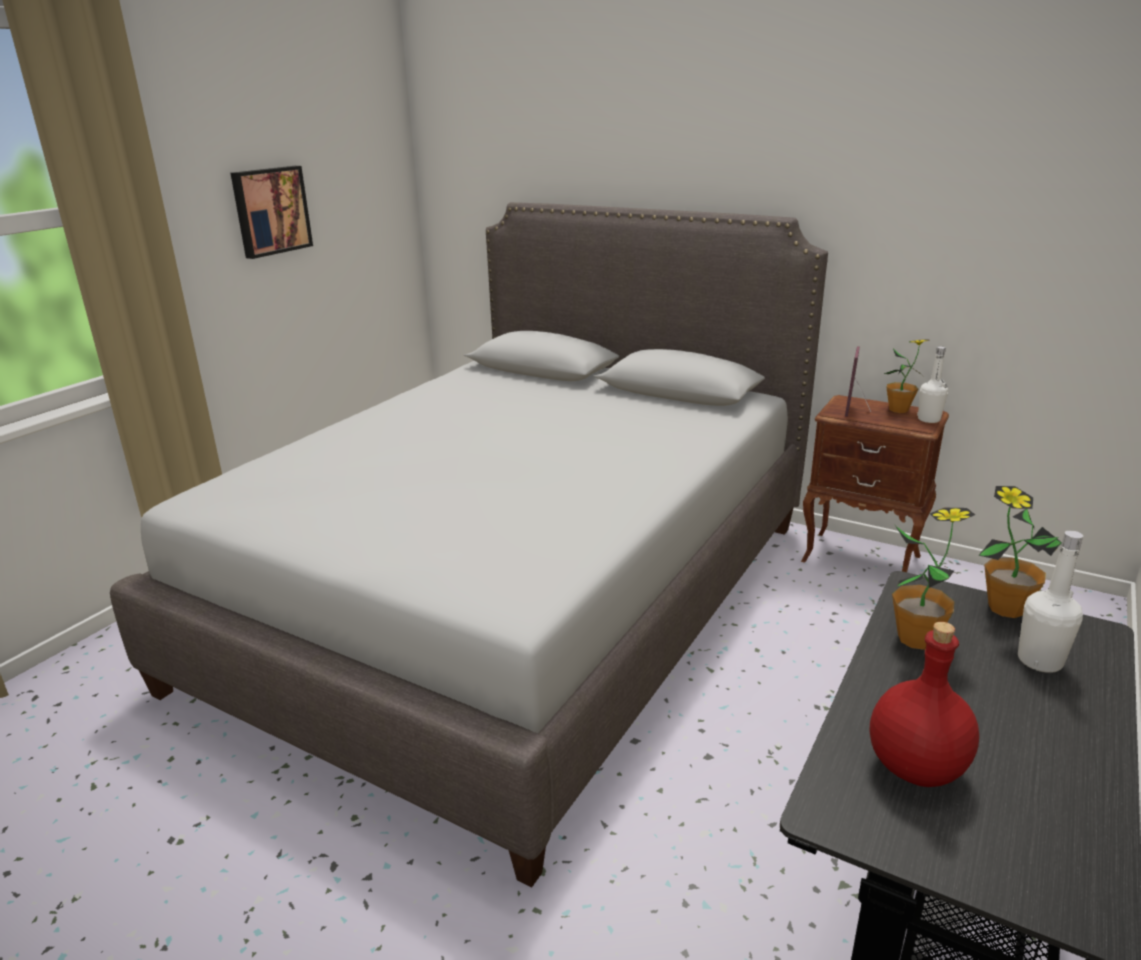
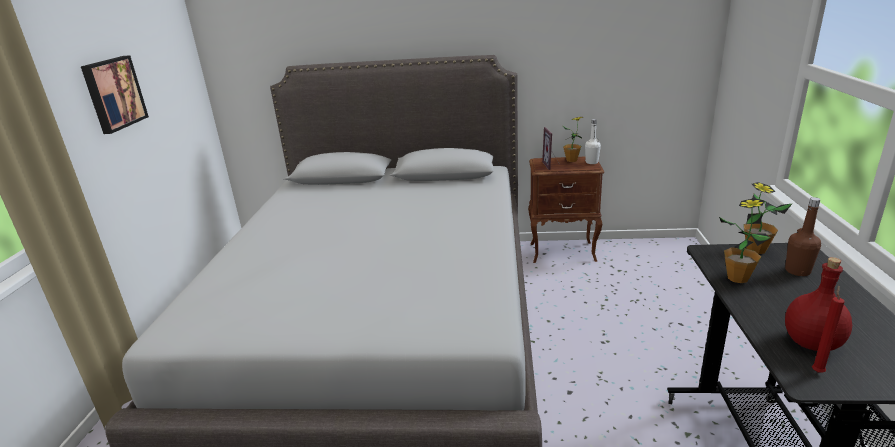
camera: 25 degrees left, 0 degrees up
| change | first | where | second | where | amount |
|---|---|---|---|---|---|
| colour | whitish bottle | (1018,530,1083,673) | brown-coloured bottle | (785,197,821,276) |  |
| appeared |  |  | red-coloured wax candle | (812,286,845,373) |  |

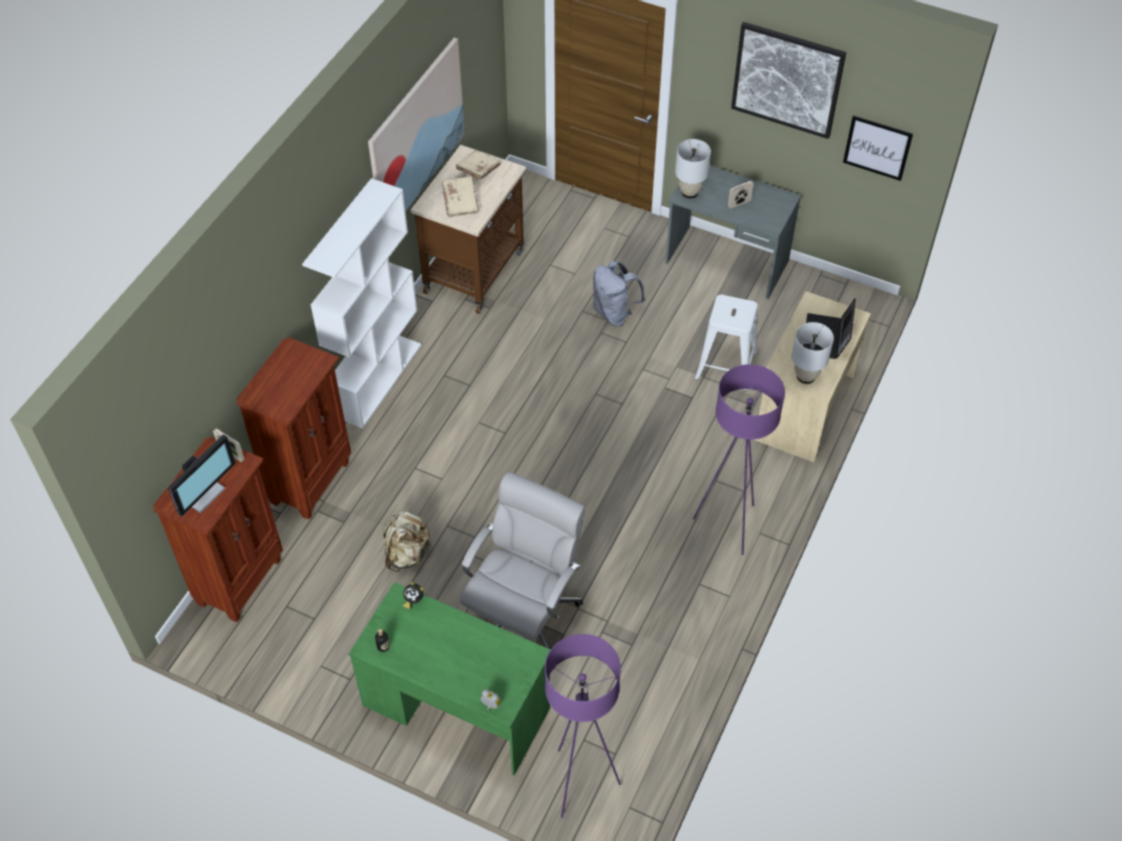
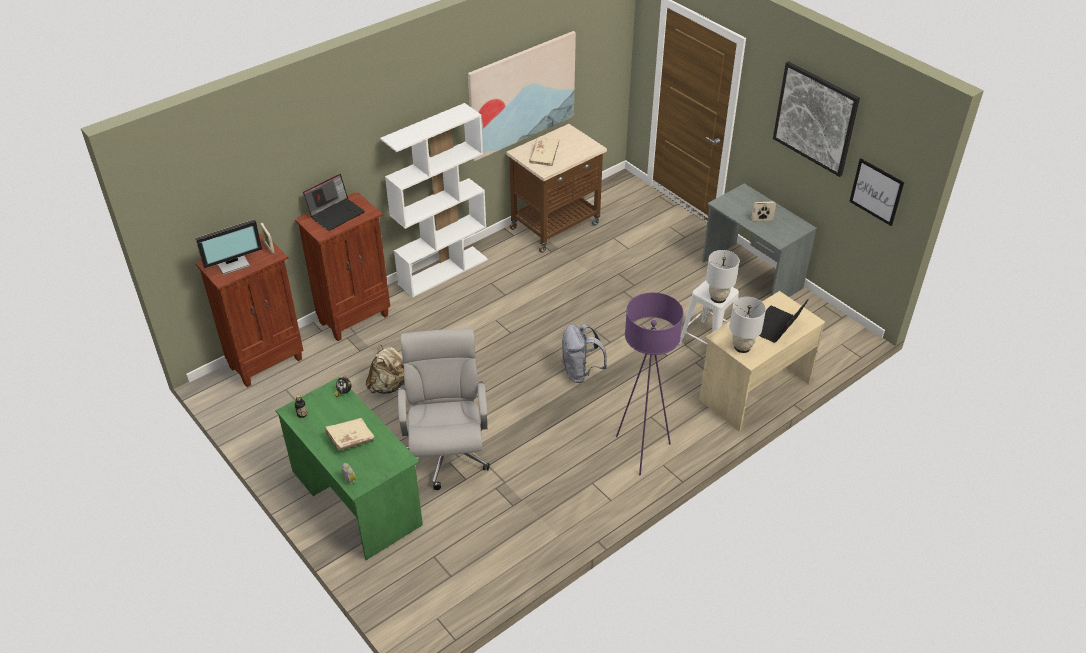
camera: 25 degrees right, 10 degrees down
| change | first | where | second | where | amount |
|---|---|---|---|---|---|
| relocated | whitish lamp for a table | (675,139,711,198) |  | (706,250,739,303) |  |
| relocated | beige bound book | (455,150,501,180) |  | (325,418,374,451) |  |
| relocated | greyish backpack | (593,261,645,326) |  | (562,324,607,383) |  |
| spun | greyish desk chair | (460,472,585,650) |  | (398,328,489,490) | 60 degrees counterclockwise |
| missing | purplish standard lamp | (545,634,621,818) |  |  |  |
| appeared |  |  | notebook computer | (303,174,365,231) |  |

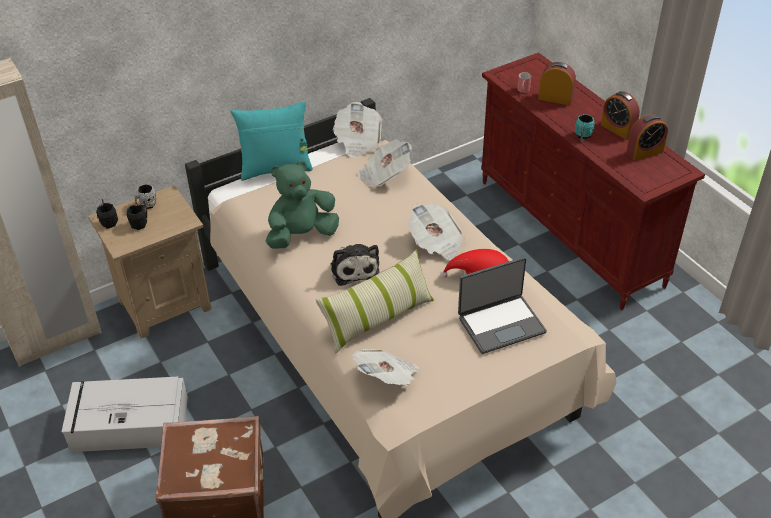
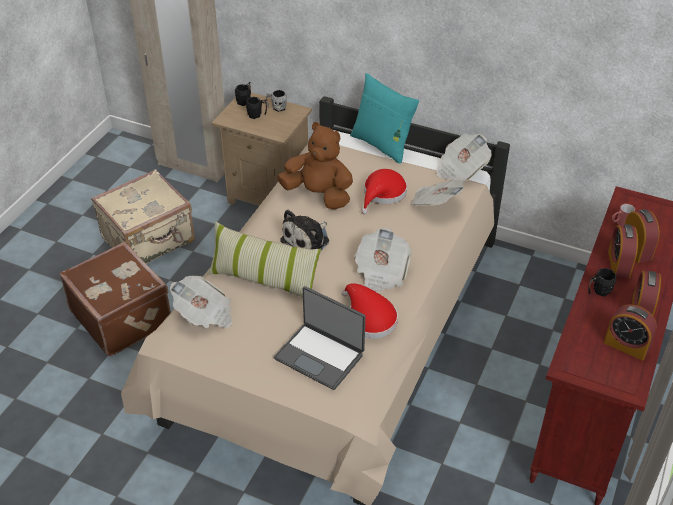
camera: 55 degrees right, 0 degrees up
| change | first | where | second | where | amount |
|---|---|---|---|---|---|
| colour | blue-green mug | (575,114,595,142) | blackish mug | (588,268,616,297) |  |
| colour | green-coloured cuddly toy | (266,161,339,248) | brown-coloured cuddly toy | (277,122,353,209) |  |
| exchanged | greyish storage bin | (62,377,188,452) | beige suitcase | (91,169,195,264) |  |
| appeared |  |  | red-coloured hat | (361,169,407,214) |  |
| appeared |  |  | bedside clock | (608,224,638,278) |  |

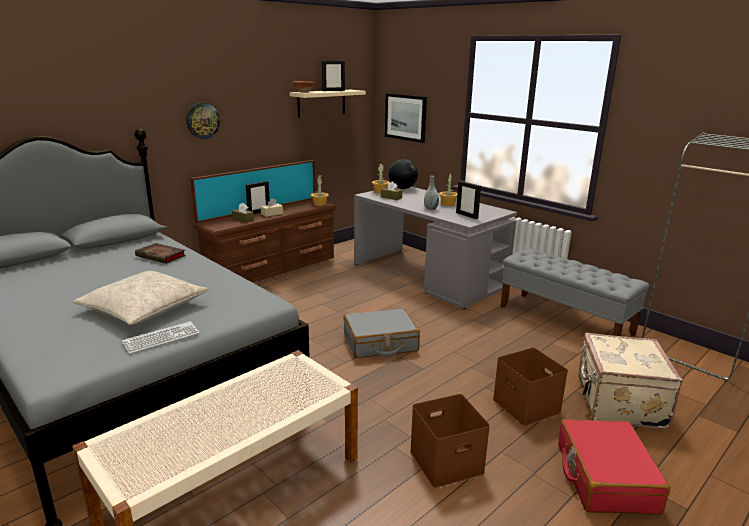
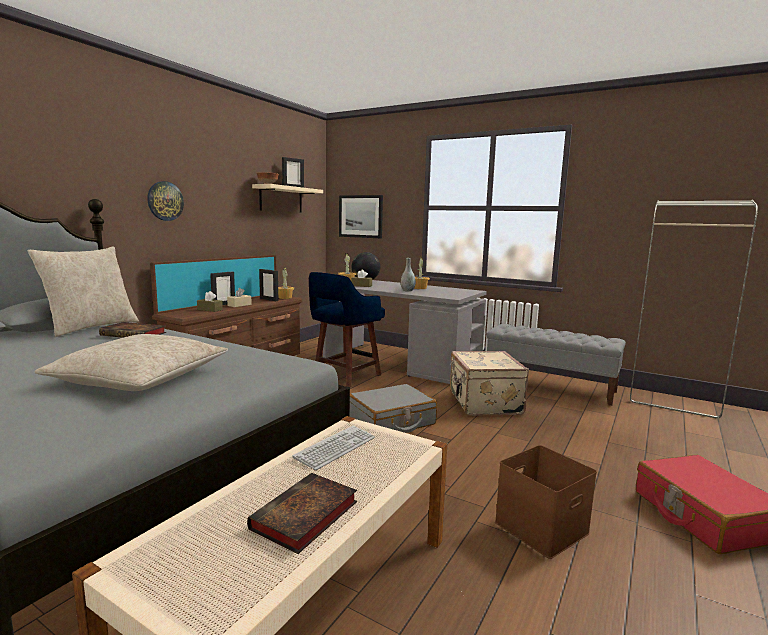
camera: 15 degrees left, 10 degrees down
| change | first | where | second | where | amount |
|---|---|---|---|---|---|
| relocated | standing frame | (456,181,481,219) |  | (259,269,278,301) |  |
| relocated | PC keyboard | (122,321,200,354) |  | (292,426,375,470) |  |
| relocated | beige suitcase | (578,333,683,429) |  | (450,351,529,416) |  |
| missing | brown-coloured storage bin | (493,348,568,426) |  |  |  |
| appeared |  |  | beige throw pillow | (28,247,139,337) |  |
| appeared |  |  | bluish stool seat | (309,272,385,387) |  |
| appeared |  |  | bound book | (247,473,357,554) |  |

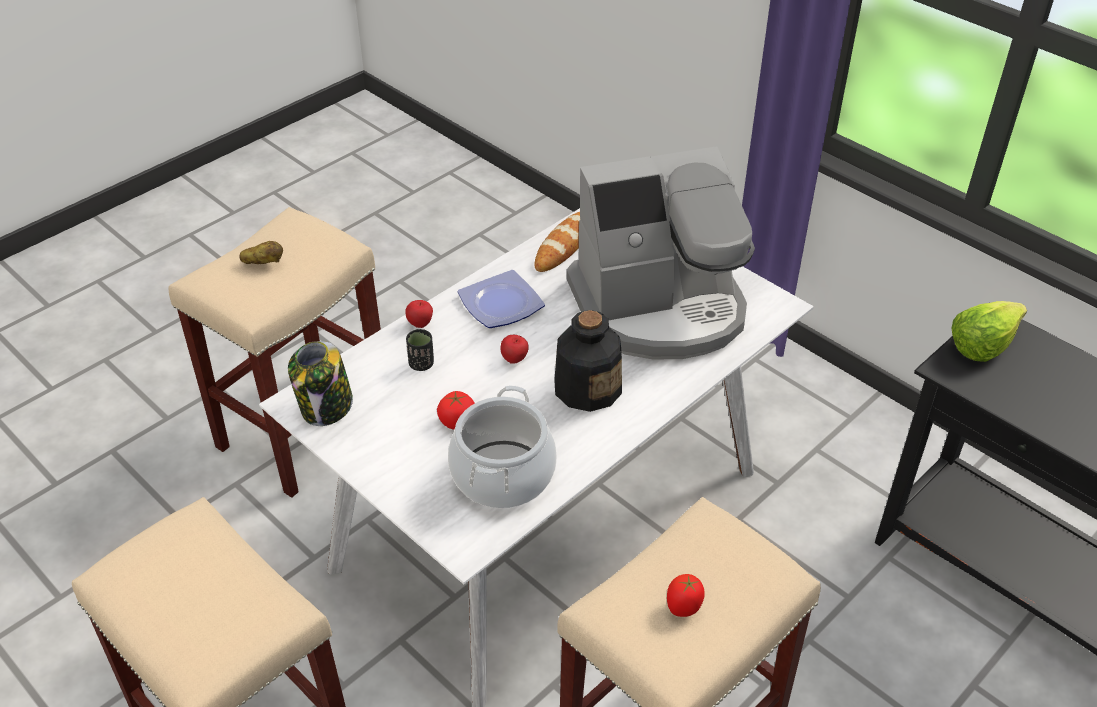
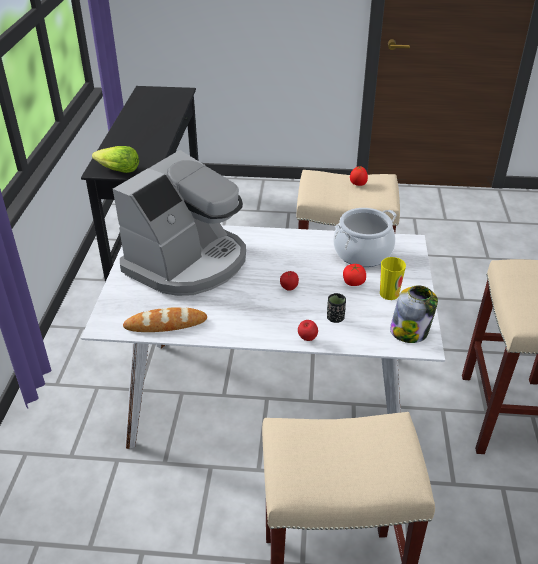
camera: 130 degrees left, 5 degrees down
| change | first | where | second | where | amount |
|---|---|---|---|---|---|
| spun | coffee brewer | (566,146,755,359) |  | (113,150,246,296) | 90 degrees clockwise |
| missing | whole potato | (239,241,283,264) |  |  |  |
| missing | plate | (458,270,545,328) |  |  |  |
| missing | bottle | (554,310,622,412) |  |  |  |
| appeared |  |  | cup | (380,257,406,300) |  |

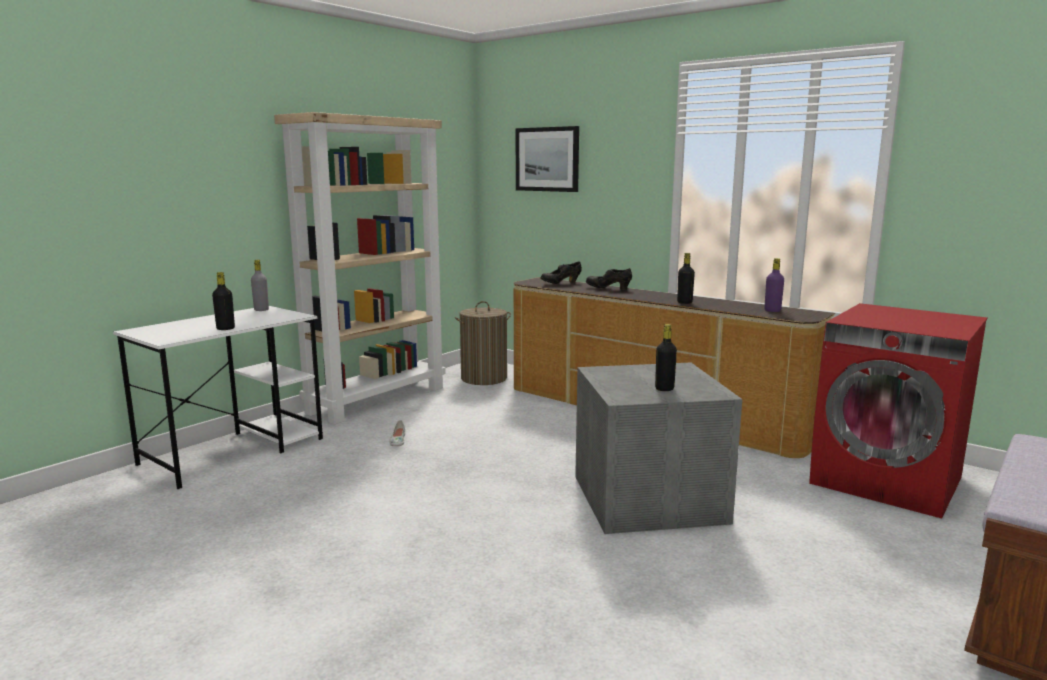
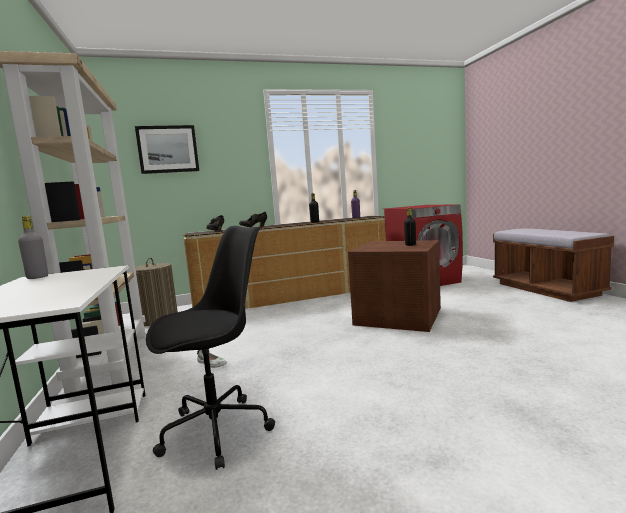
camera: 55 degrees left, 5 degrees down
| change | first | where | second | where | amount |
|---|---|---|---|---|---|
| missing | blackish bottle | (212,272,235,330) |  |  |  |
| colour | greyish storage bin | (575,362,742,534) | brown-coloured storage bin | (348,240,441,332) |  |
| appeared |  |  | blackish desk chair | (146,226,275,470) |  |

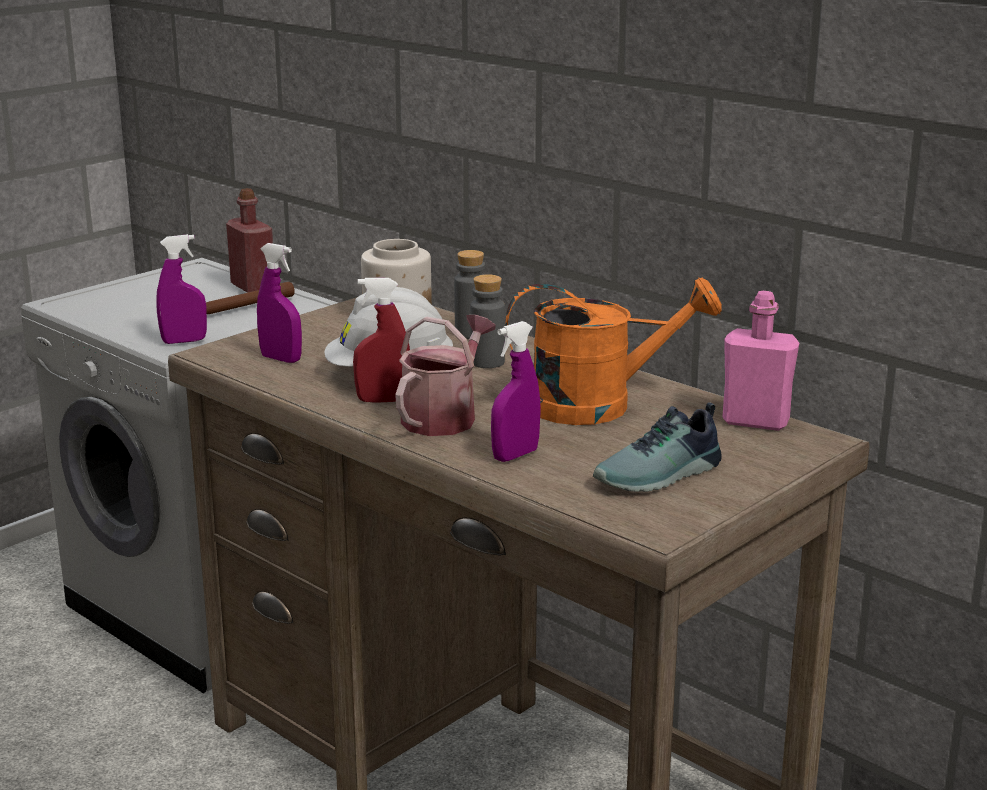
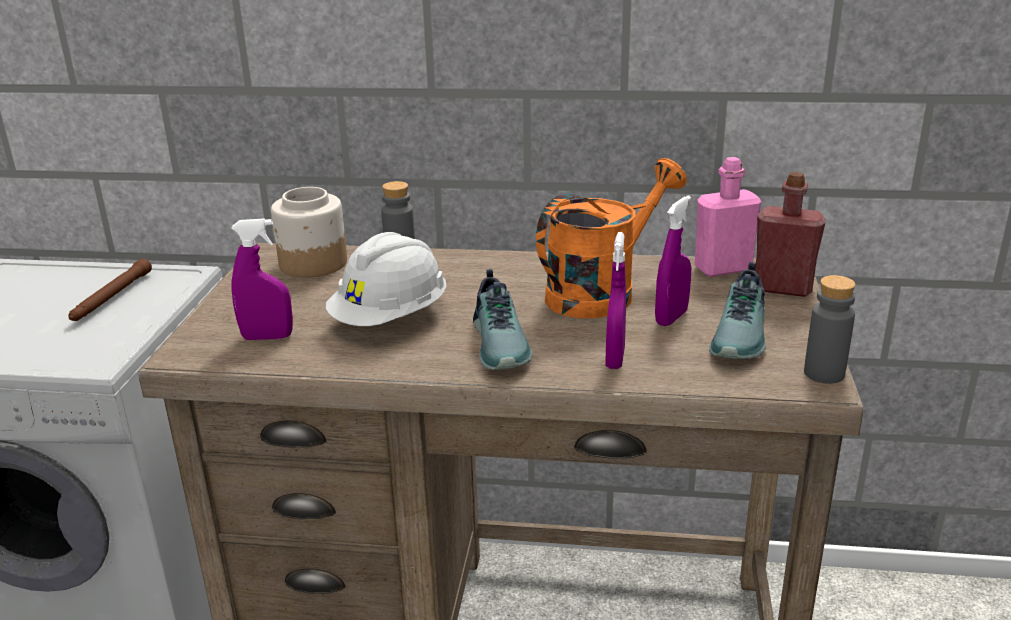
camera: 35 degrees left, 5 degrees up
| change | first | where | second | where | amount |
|---|---|---|---|---|---|
| relocated | red-coloured bottle | (226,188,273,293) |  | (755,172,826,297) |  |
| relocated | purplish spray bottle | (156,234,207,344) |  | (655,196,691,326) |  |
| relocated | greyish bottle | (470,274,505,368) |  | (804,275,856,384) |  |
| missing | red-coloured spray bottle | (353,278,410,403) |  |  |  |
| exchanged | sprinkling can | (395,315,496,436) | low shoe | (473,269,533,370) |  |

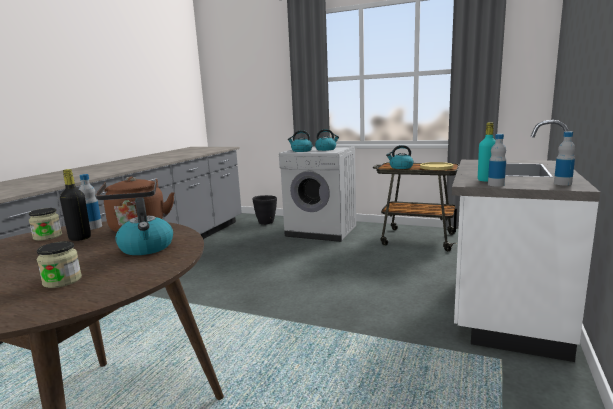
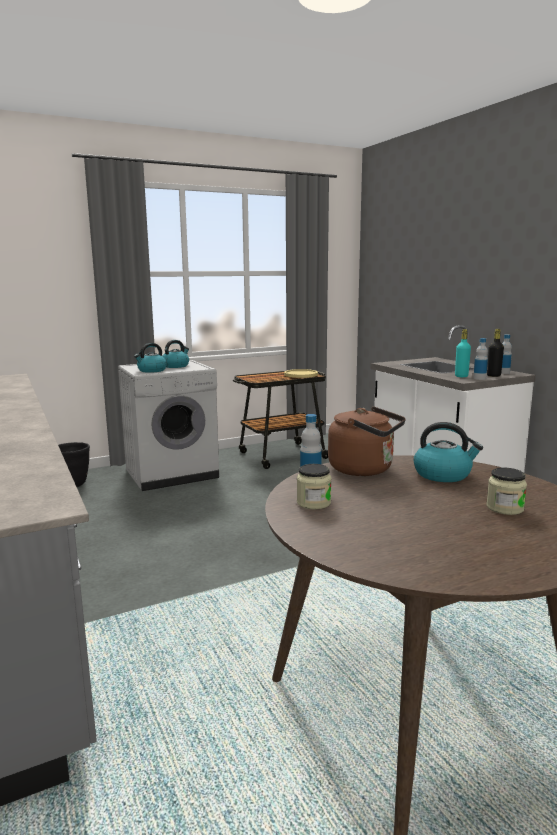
camera: 50 degrees left, 0 degrees up
| change | first | where | second | where | amount |
|---|---|---|---|---|---|
| missing | tea kettle | (386,145,414,169) |  |  |  |
| relocated | blackish bottle | (60,169,91,241) |  | (487,329,504,377) |  |

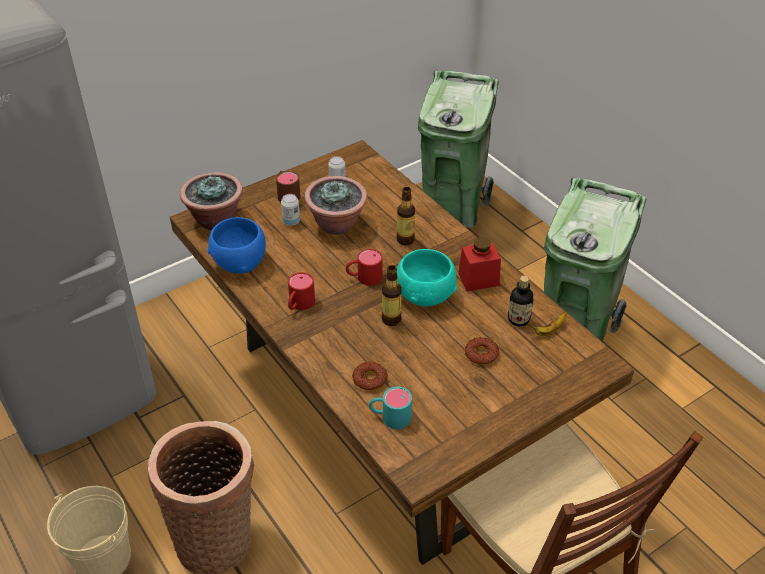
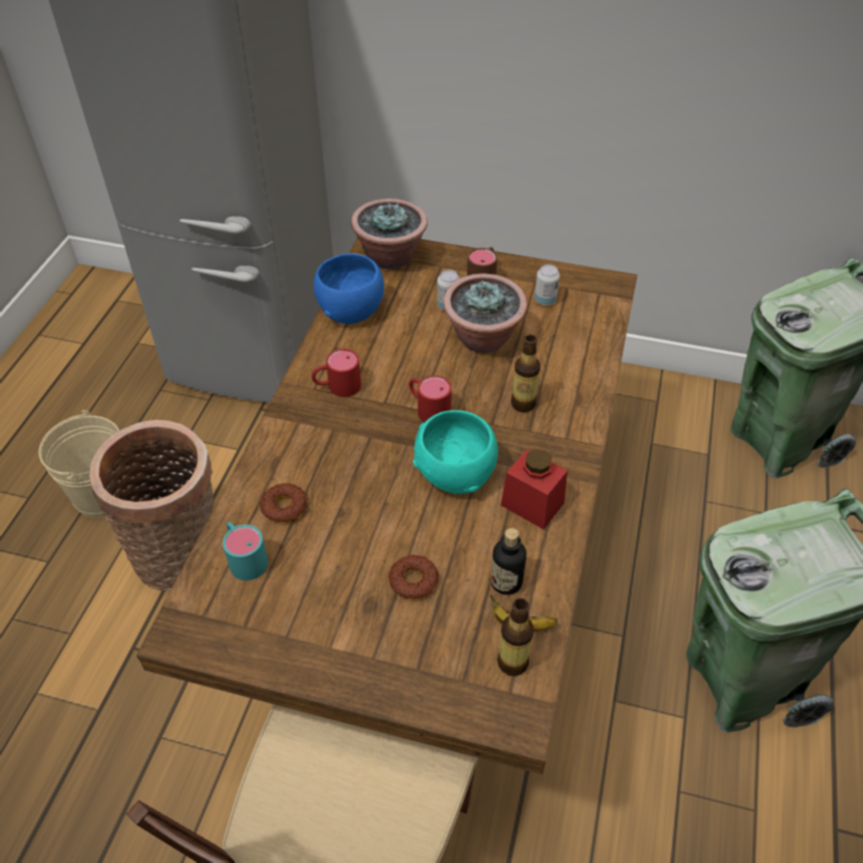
camera: 50 degrees right, 5 degrees up
| change | first | where | second | where | amount |
|---|---|---|---|---|---|
| relocated | bottle | (382,265,402,326) |  | (497,598,534,676) |  |

